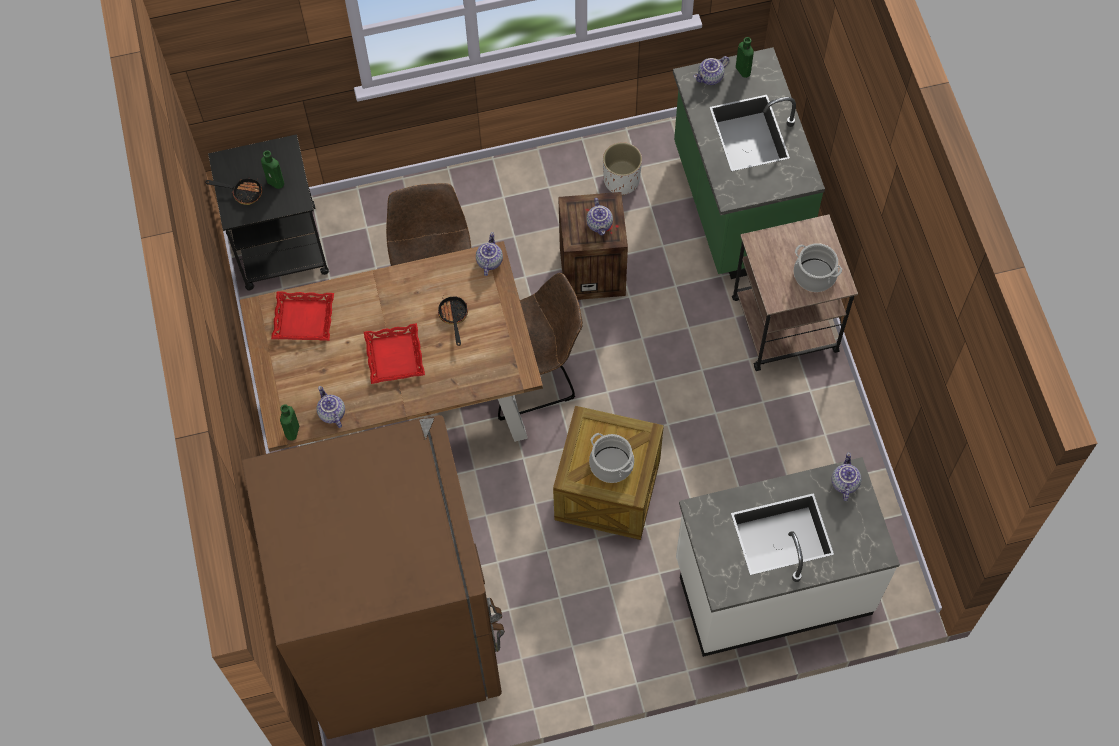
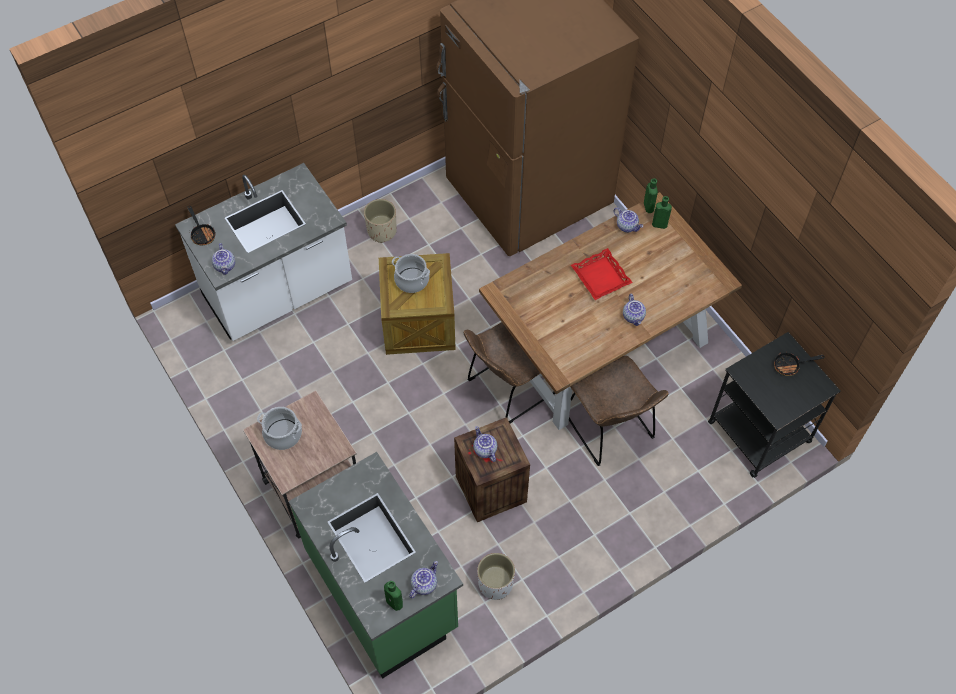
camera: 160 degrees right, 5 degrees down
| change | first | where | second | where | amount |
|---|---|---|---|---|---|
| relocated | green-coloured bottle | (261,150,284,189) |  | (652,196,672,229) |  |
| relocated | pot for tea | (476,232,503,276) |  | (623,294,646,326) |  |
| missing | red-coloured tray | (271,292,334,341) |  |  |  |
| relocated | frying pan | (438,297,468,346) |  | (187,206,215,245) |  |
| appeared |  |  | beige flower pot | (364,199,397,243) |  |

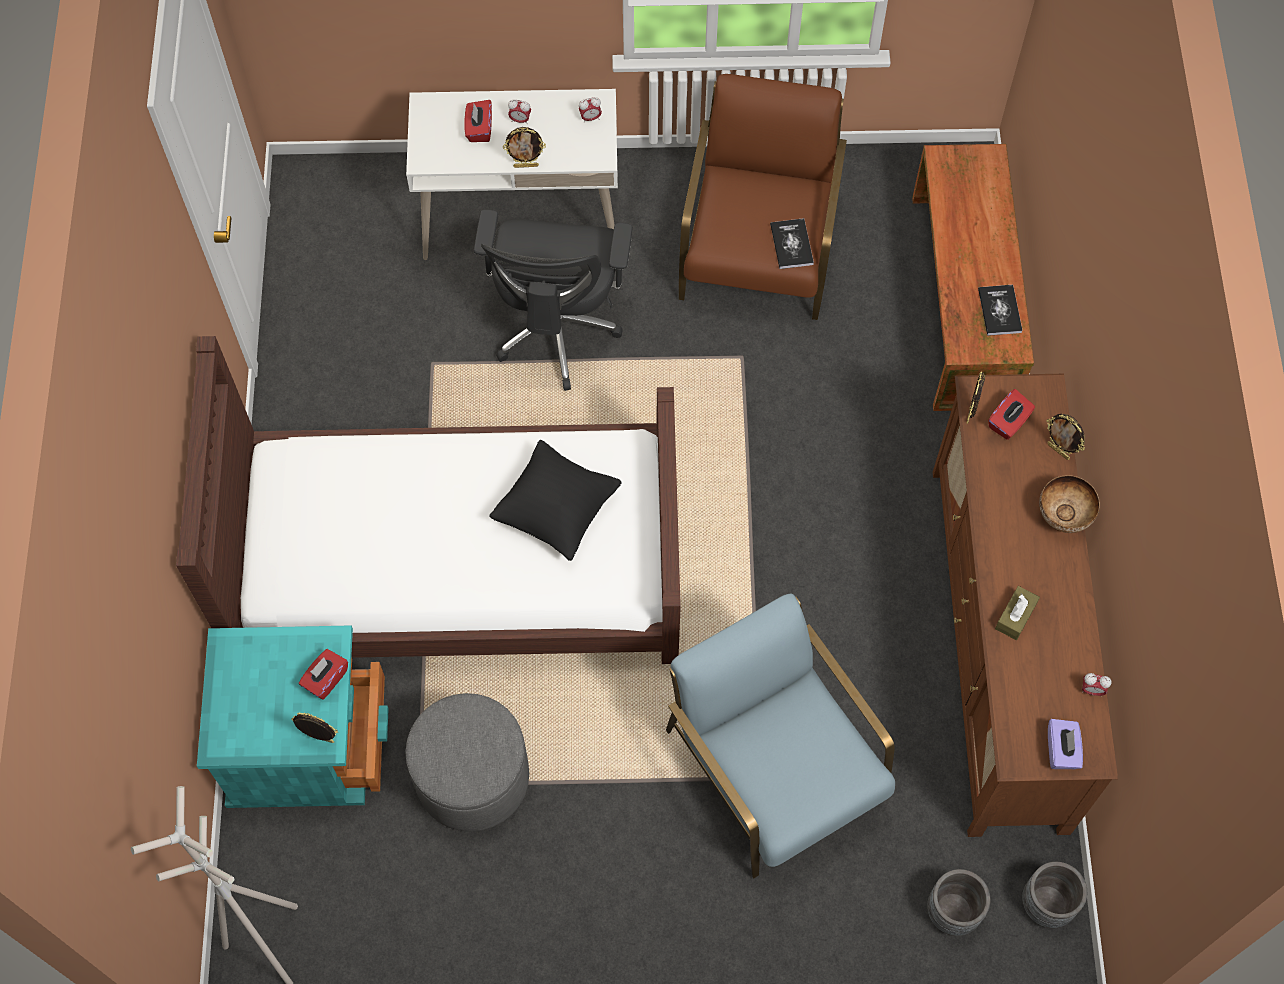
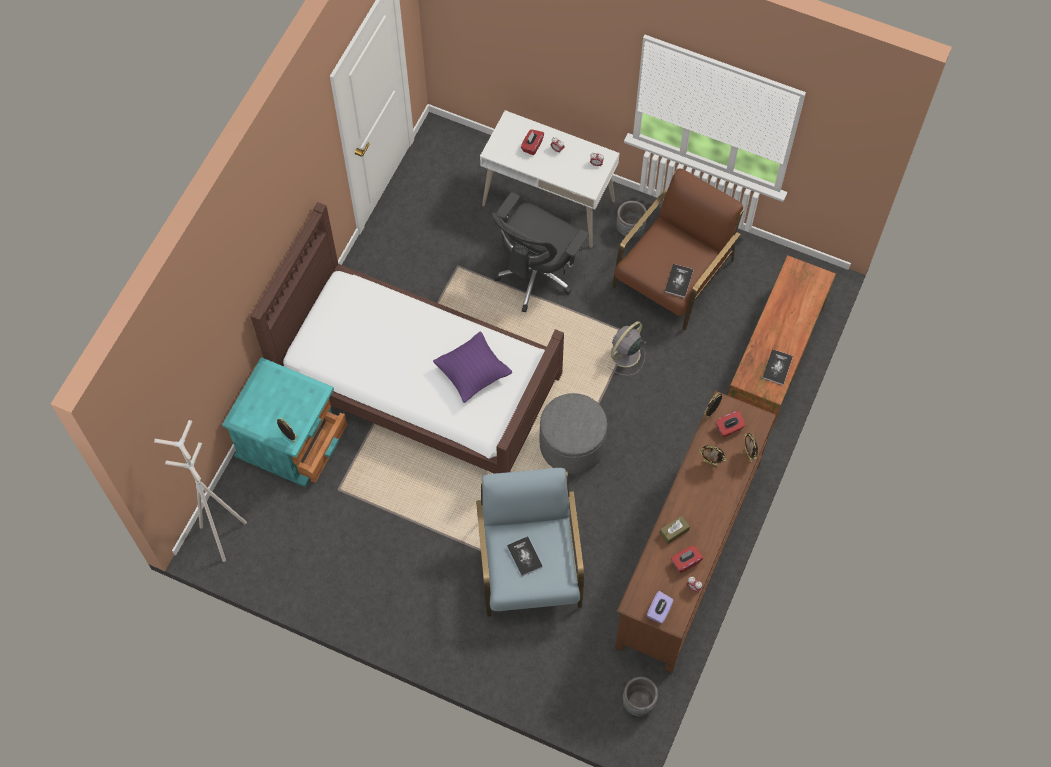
camera: 25 degrees right, 0 degrees up
| change | first | where | second | where | amount |
|---|---|---|---|---|---|
| relocated | standing frame | (503,127,546,168) |  | (699,445,726,467) |  |
| colour | blackish throw pillow | (489,440,622,561) | purplish throw pillow | (433,331,512,403) |  |
| missing | bowl | (1039,475,1100,533) |  |  |  |
| relocated | red-coloured box of tissues | (299,649,348,699) |  | (671,545,703,573) |  |
| relocated | greyish pouffe | (405,693,529,832) |  | (539,393,607,474) |  |
| relocated | greyish flower pot | (927,869,990,936) |  | (616,201,647,238) |  |
| appeared |  |  | greyish cooling fan | (610,321,647,376) |  |
| appeared |  |  | bound book | (507,536,543,576) |  |

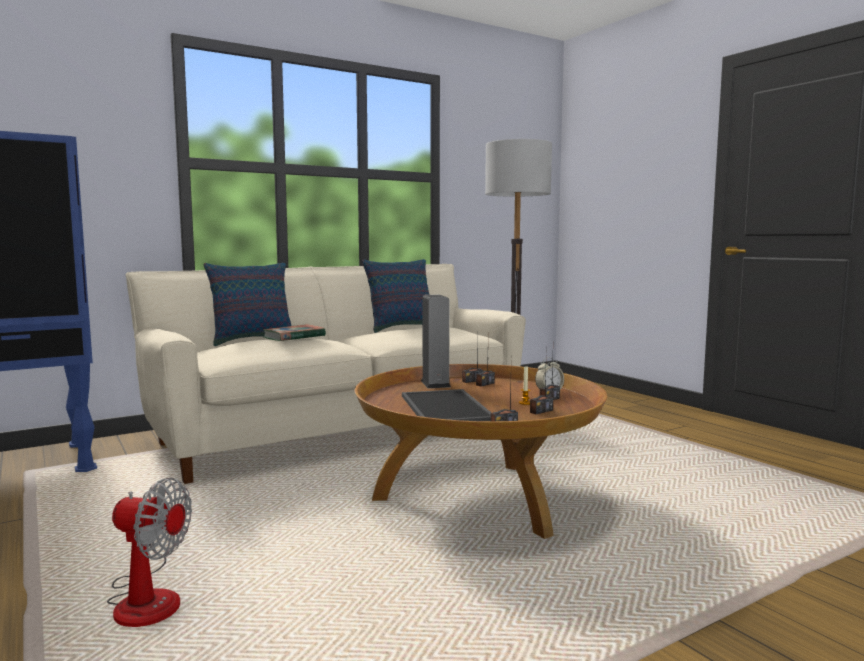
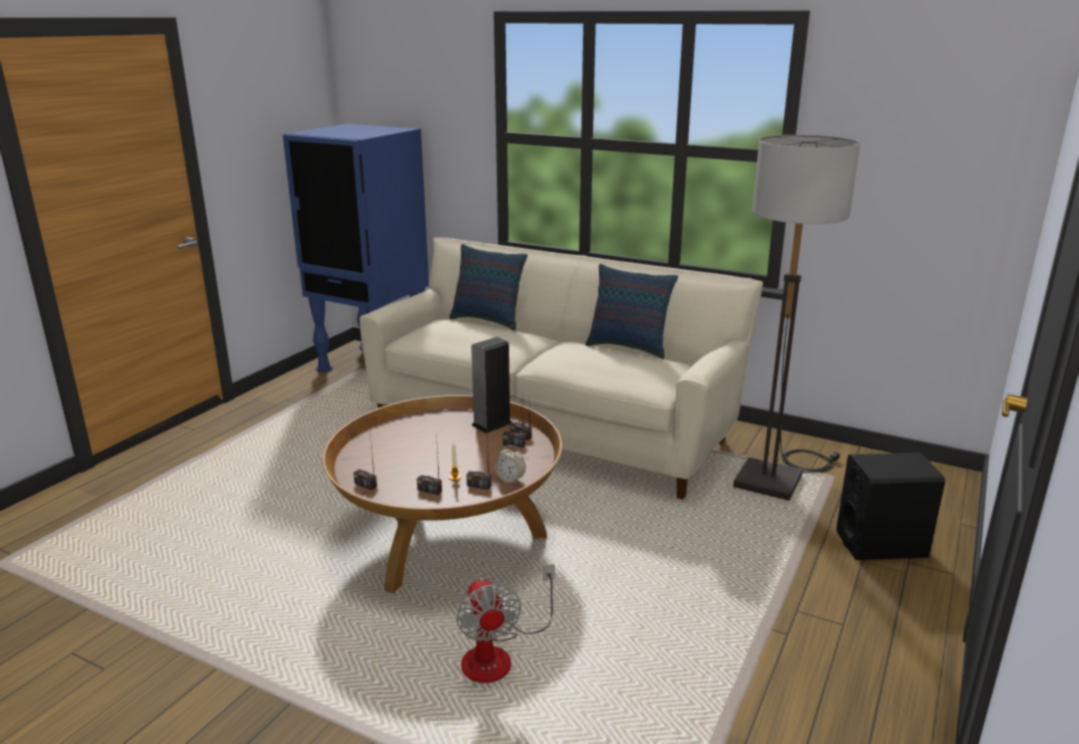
camera: 60 degrees right, 15 degrees up
| change | first | where | second | where | amount |
|---|---|---|---|---|---|
| missing | bound book | (263,324,326,341) |  |  |  |
| missing | tray | (402,389,491,421) |  |  |  |
| relocated | cooling fan | (107,478,192,627) |  | (456,564,555,683) |  |
| appeared |  |  | blackish audio speaker | (836,453,945,560) |  |

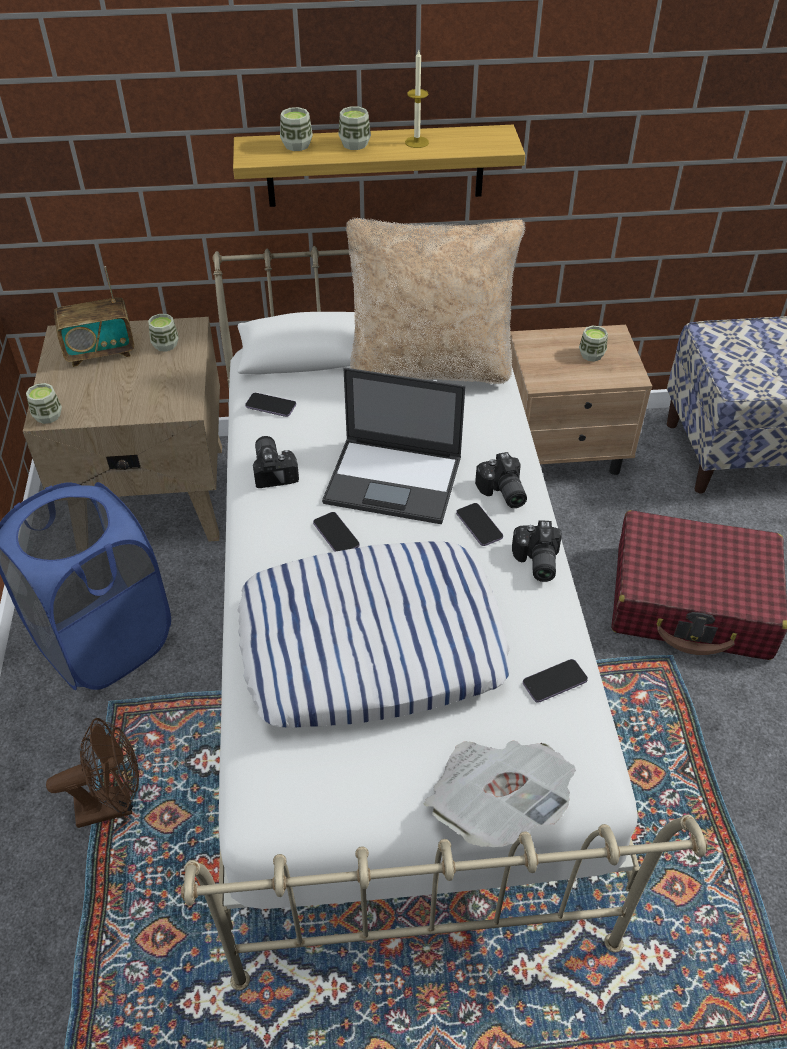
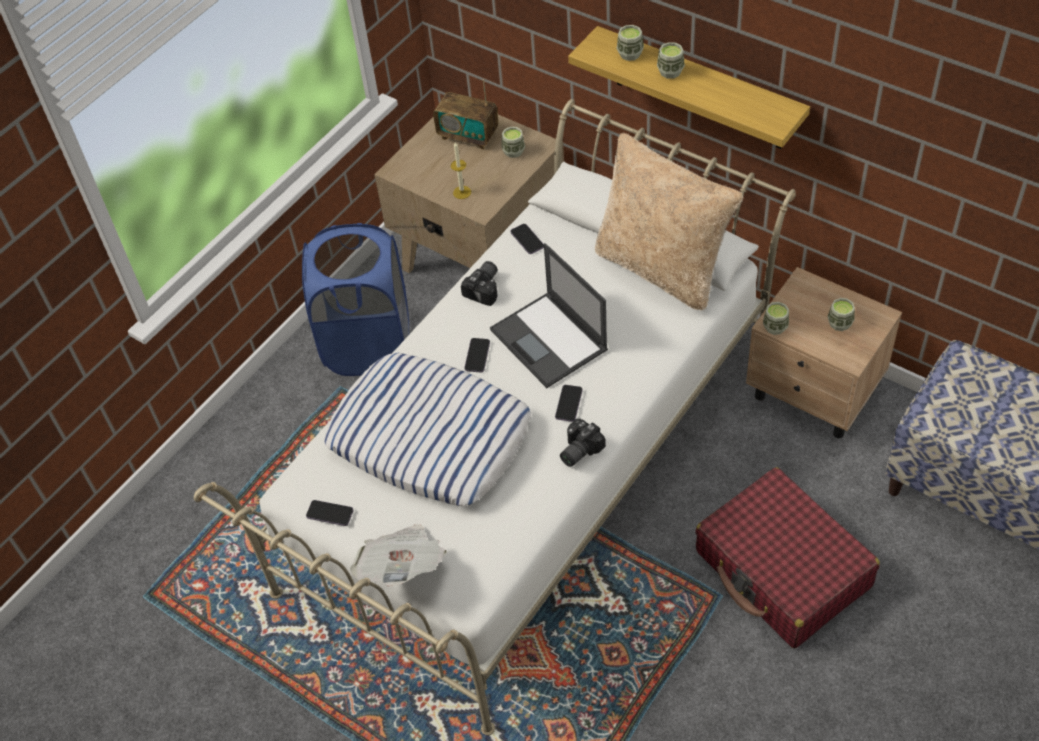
camera: 45 degrees right, 5 degrees up
| change | first | where | second | where | amount |
|---|---|---|---|---|---|
| relocated | wax candle | (405,49,429,148) |  | (451,142,471,199) |  |
| relocated | cup | (26,383,62,424) |  | (763,302,789,335) |  |
| missing | still camera | (475,452,527,508) |  |  |  |
| relocated | handset | (523,659,588,703) |  | (306,500,354,526) |  |
| missing | brown-coloured cooling fan | (46,718,139,828) |  |  |  |

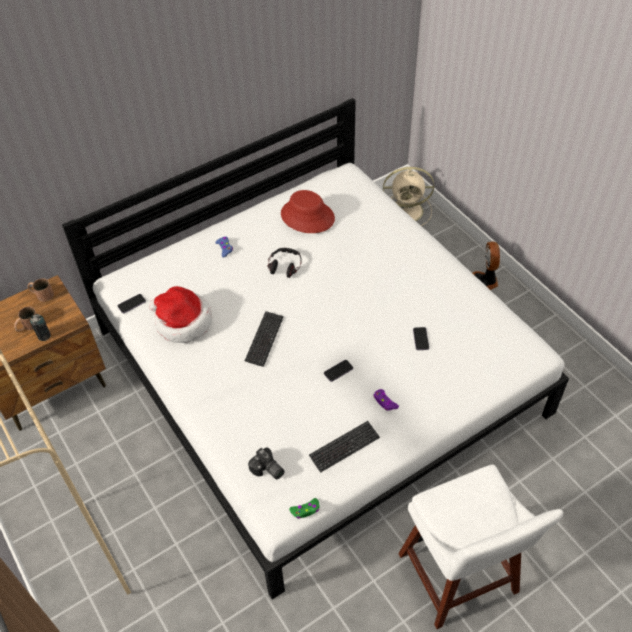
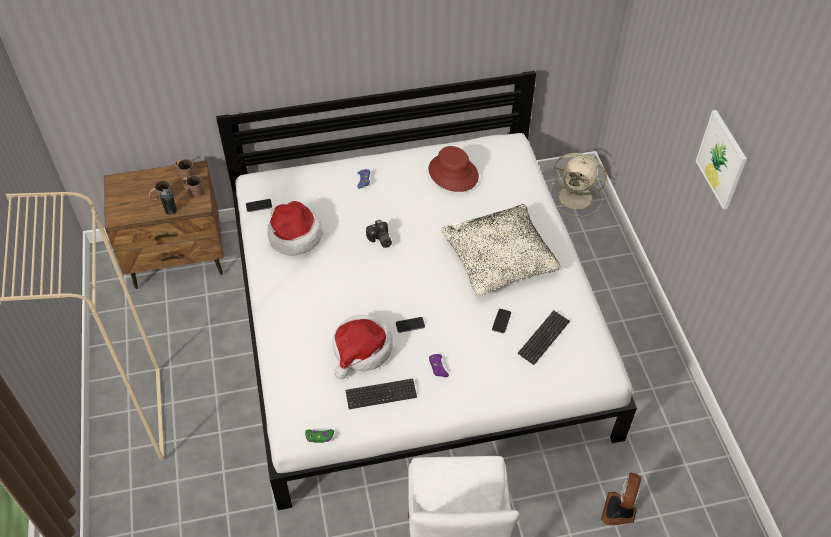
camera: 20 degrees right, 0 degrees up
| change | first | where | second | where | amount |
|---|---|---|---|---|---|
| relocated | cooling fan | (472,242,500,290) |  | (601,472,641,525) |  |
| missing | pair of headphones | (268,248,302,278) |  |  |  |
| relocated | PC keyboard | (245,311,284,367) |  | (518,310,570,365) |  |
| relocated | still camera | (248,447,285,479) |  | (366,220,392,248) |  |
| appeared |  |  | wall art | (696,110,747,210) |  |
| appeared |  |  | brown-coloured mug | (181,175,204,197) |  |
| appeared |  |  | beige throw pillow | (441,204,560,296) |  |
| appeared |  |  | hat | (333,315,393,379) |  |

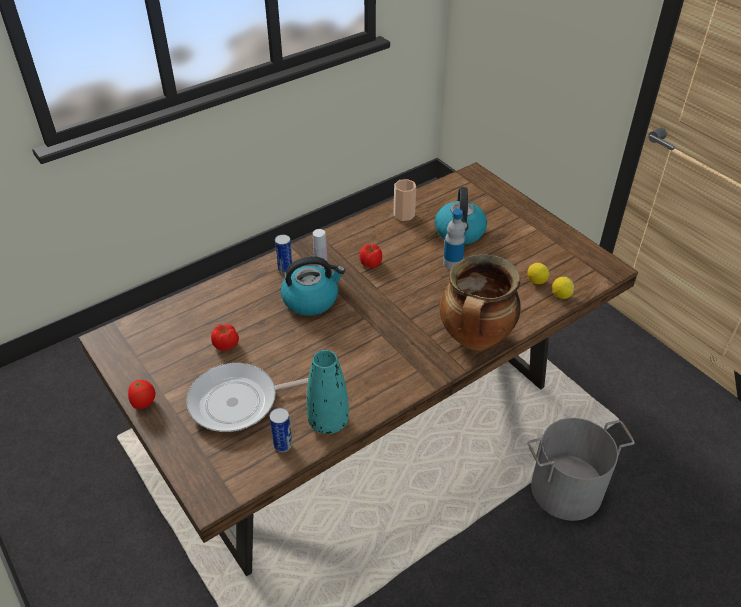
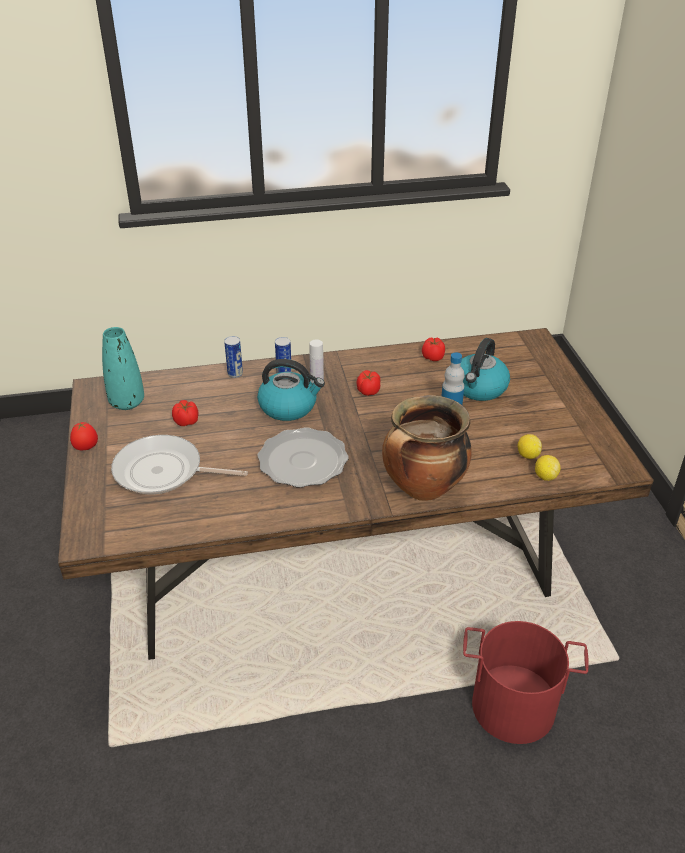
camera: 25 degrees right, 5 degrees down
| change | first | where | second | where | amount |
|---|---|---|---|---|---|
| exchanged | cup | (394,179,416,221) | tomato | (422,337,445,361) |  |
| relocated | blue-green decorative vase | (307,350,349,434) |  | (102,327,144,410) |  |
| relocated | sealed can | (270,408,292,452) |  | (224,336,243,378) |  |
| colour | greyish bucket | (527,418,635,521) | red-coloured bucket | (463,621,589,744) |  |
| appeared |  |  | plate | (257,427,349,488) |  |

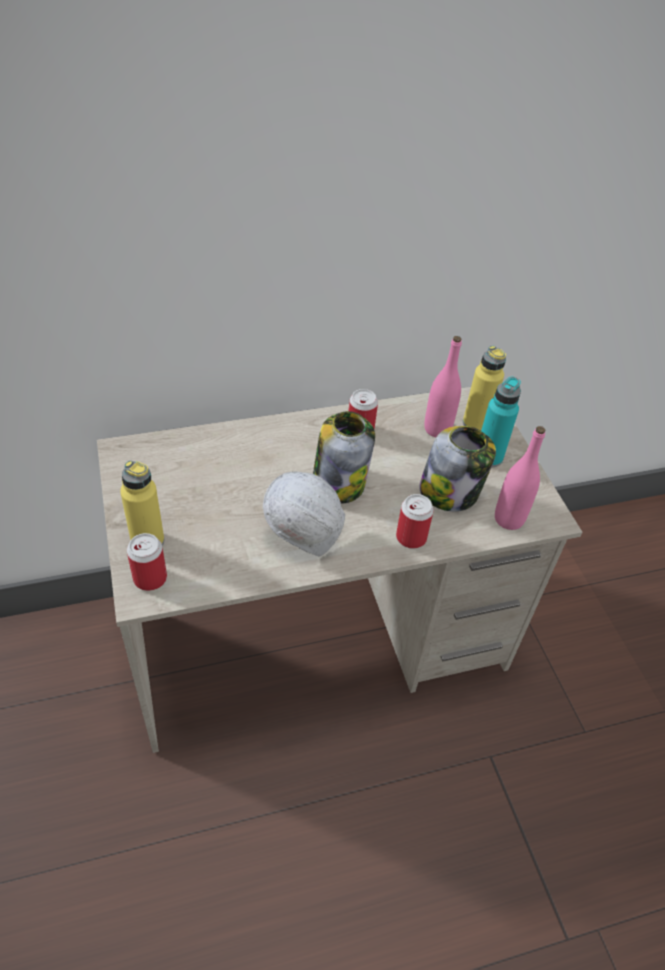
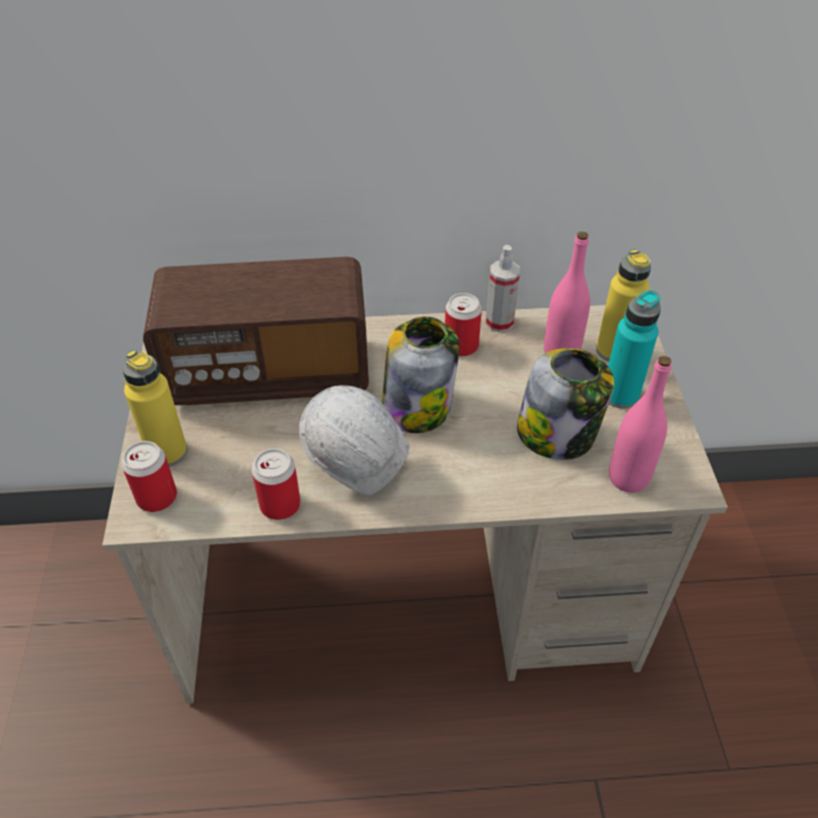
camera: 15 degrees right, 0 degrees up
| change | first | where | second | where | amount |
|---|---|---|---|---|---|
| relocated | sealed can | (396,494,434,549) |  | (252,448,301,520) |  |
| appeared |  |  | spray bottle | (486,245,520,333) |  |
| appeared |  |  | radio receiver | (143,257,369,405) |  |

